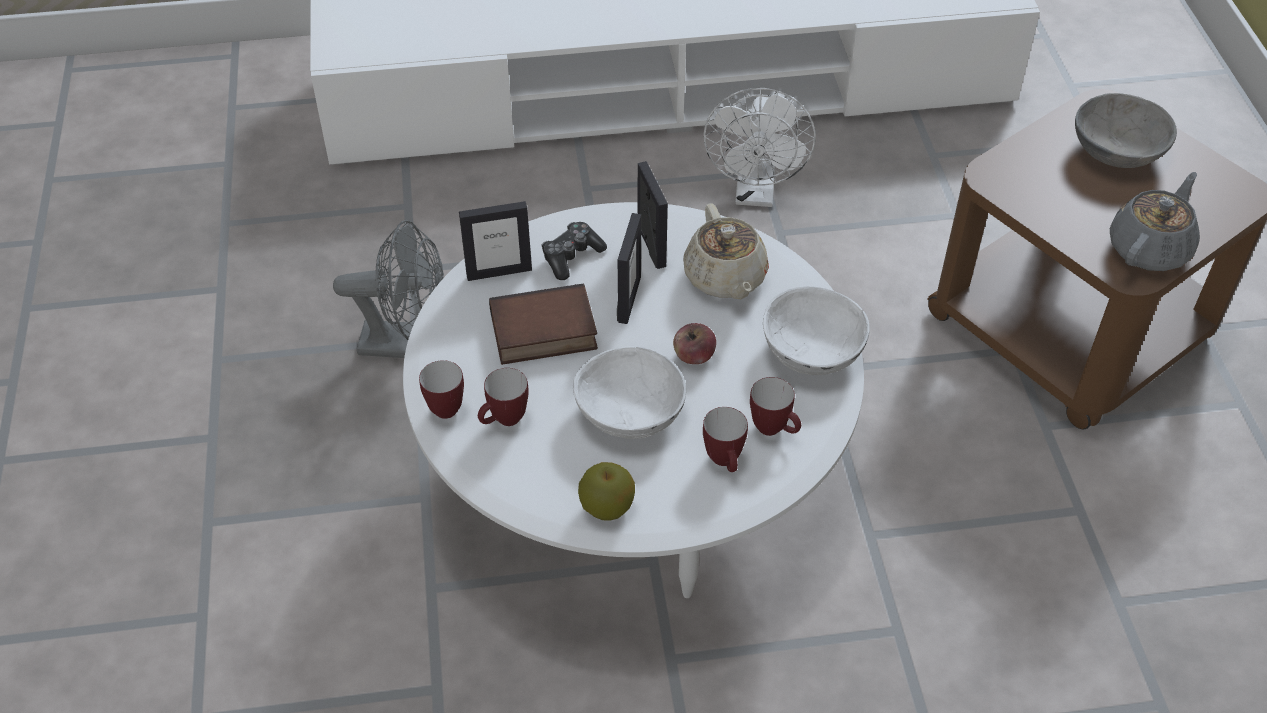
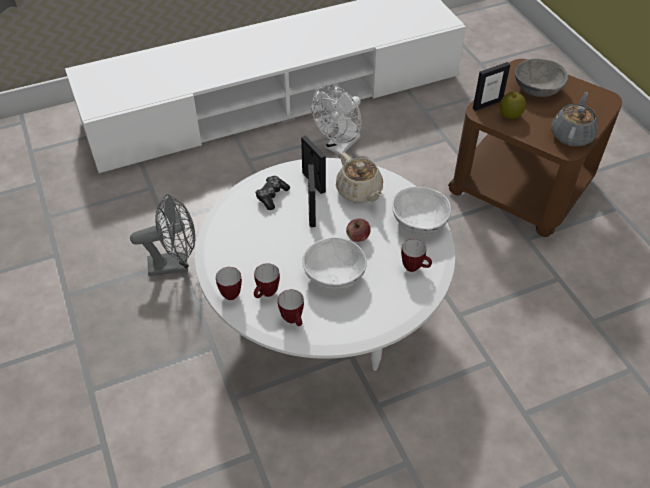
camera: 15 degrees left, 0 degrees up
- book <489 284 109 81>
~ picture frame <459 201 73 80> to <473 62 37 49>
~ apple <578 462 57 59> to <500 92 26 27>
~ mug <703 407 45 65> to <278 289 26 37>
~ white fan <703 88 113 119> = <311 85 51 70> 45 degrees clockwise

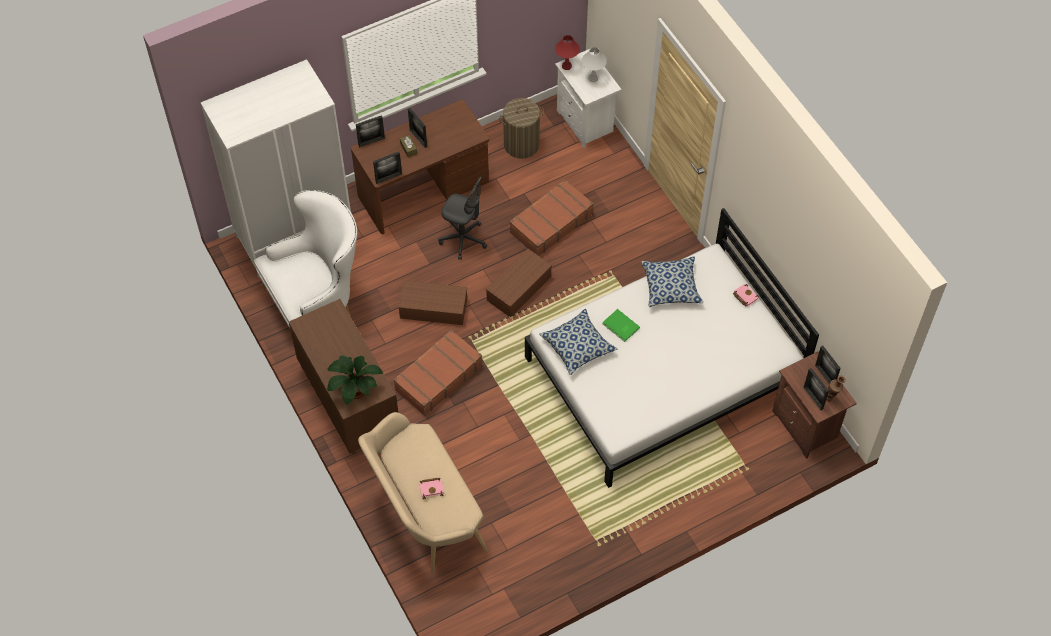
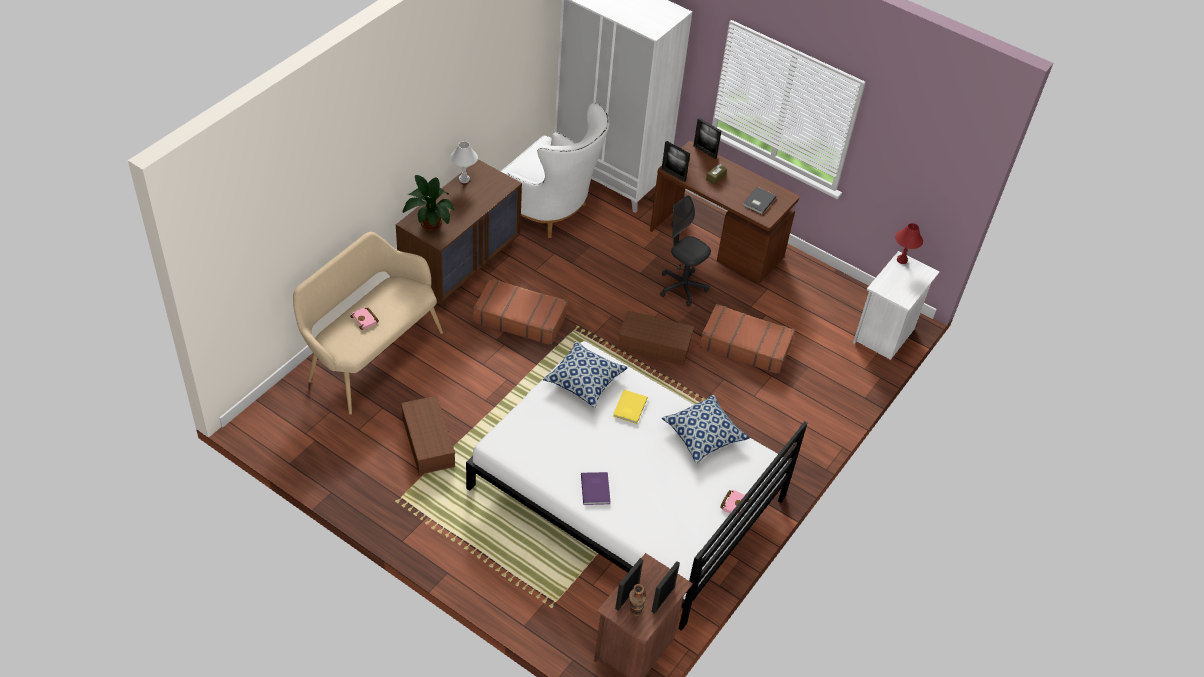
camera: 60 degrees right, 10 degrees down
- picture frame <408 108 19 40>
- laundry basket <499 98 45 61>
+ purple book <581 472 29 33>
+ grey book <742 187 35 27>
~ brown storage box <398 280 69 45> to <401 396 54 79>
~ white table lamp <582 47 25 35> to <450 141 28 42>
~ green book <602 309 38 33> to yellow book <613 390 35 34>
~ grey office chair <438 176 49 84> = <660 195 51 112> 135 degrees clockwise

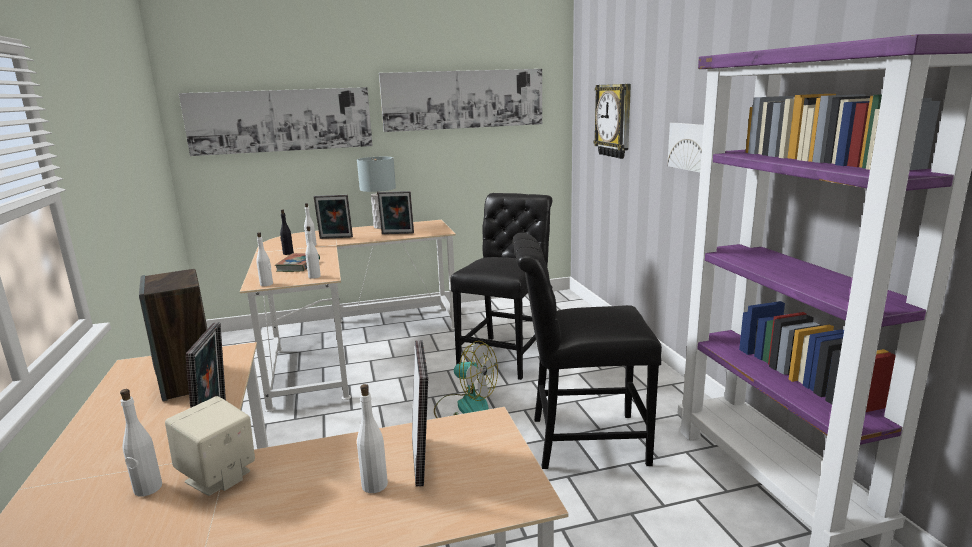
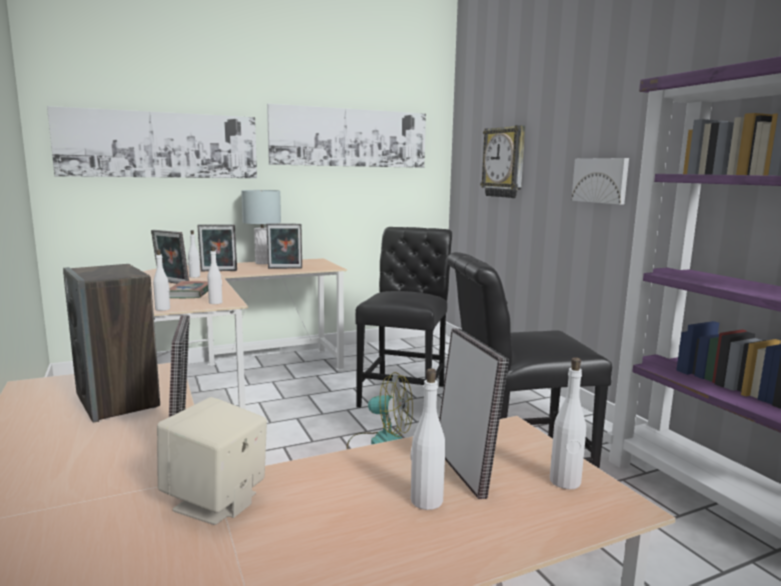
camera: 10 degrees left, 5 degrees down
~ white bottle <120 389 42 107> to <550 357 36 132>
~ black bottle <280 209 14 46> to picture frame <151 230 38 54>

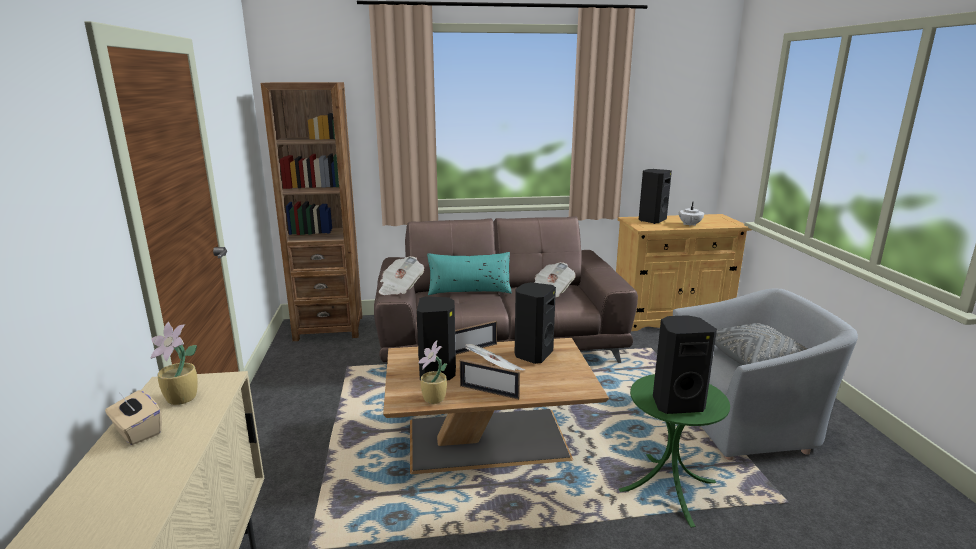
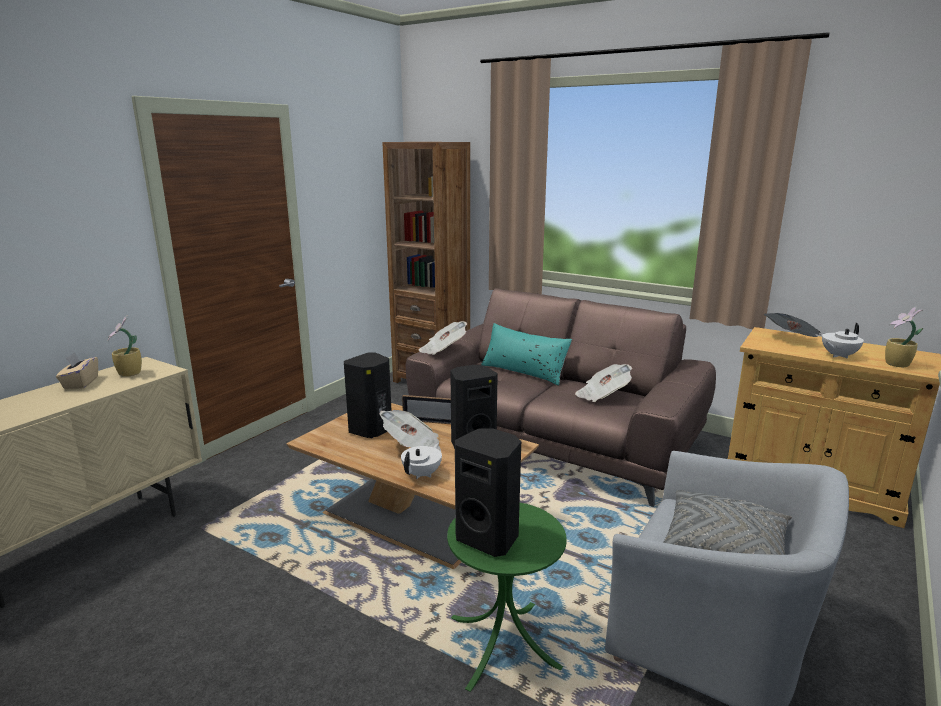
camera: 40 degrees right, 0 degrees up
- picture frame <460 359 60 41>
+ white teapot <401 443 41 36>
~ potted plant <418 340 29 64> to <885 307 38 60>
~ black speaker <639 169 33 55> to newspaper <763 313 58 24>

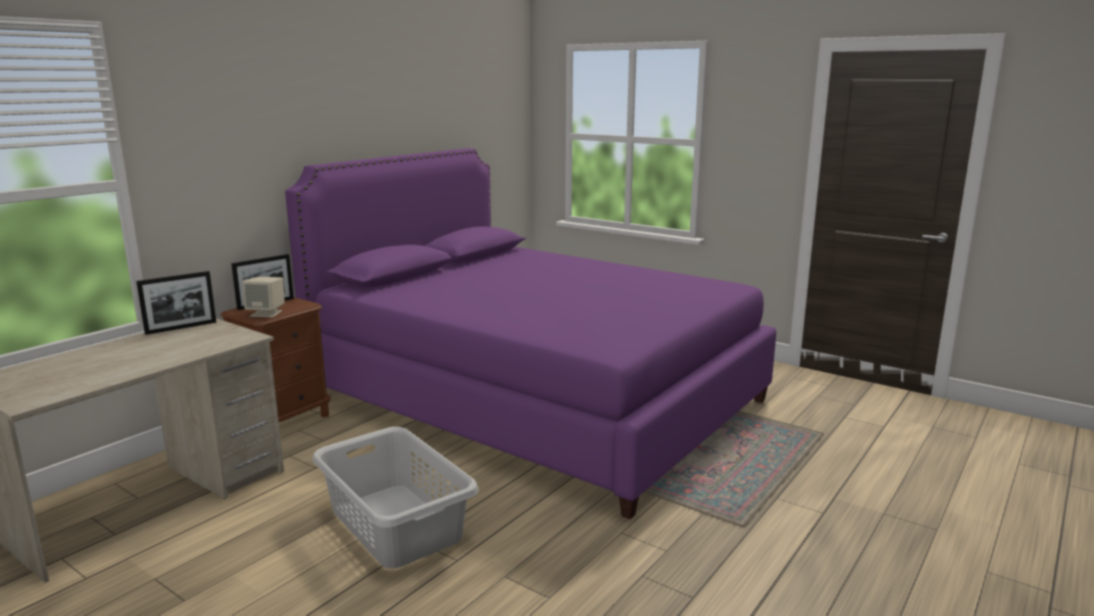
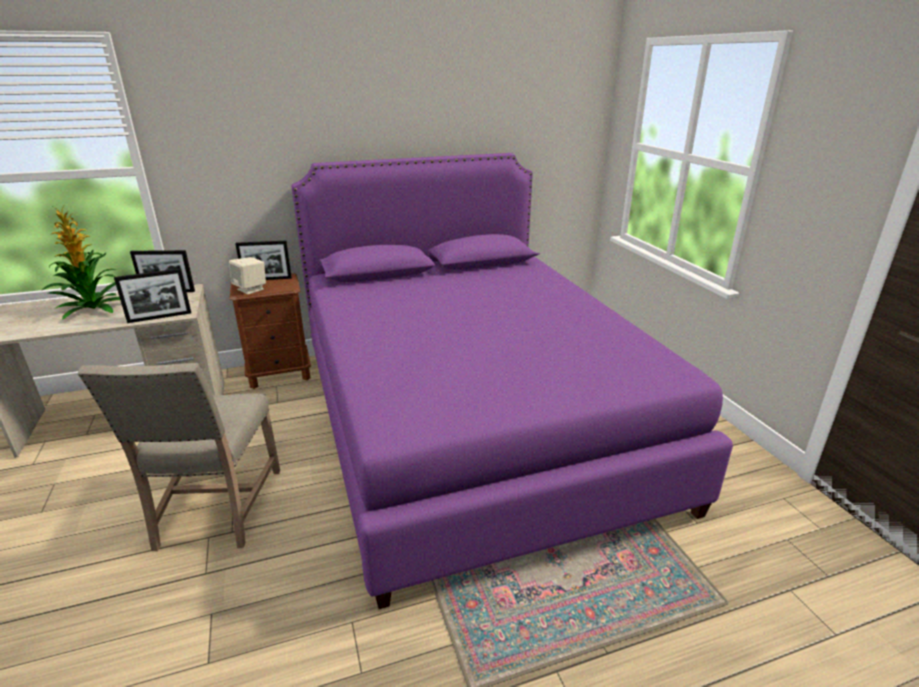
camera: 35 degrees right, 10 degrees up
+ potted plant <42 204 78 116>
+ picture frame <114 268 77 55>
~ grey laundry basket <312 427 167 142> to beige chair <78 363 202 188>

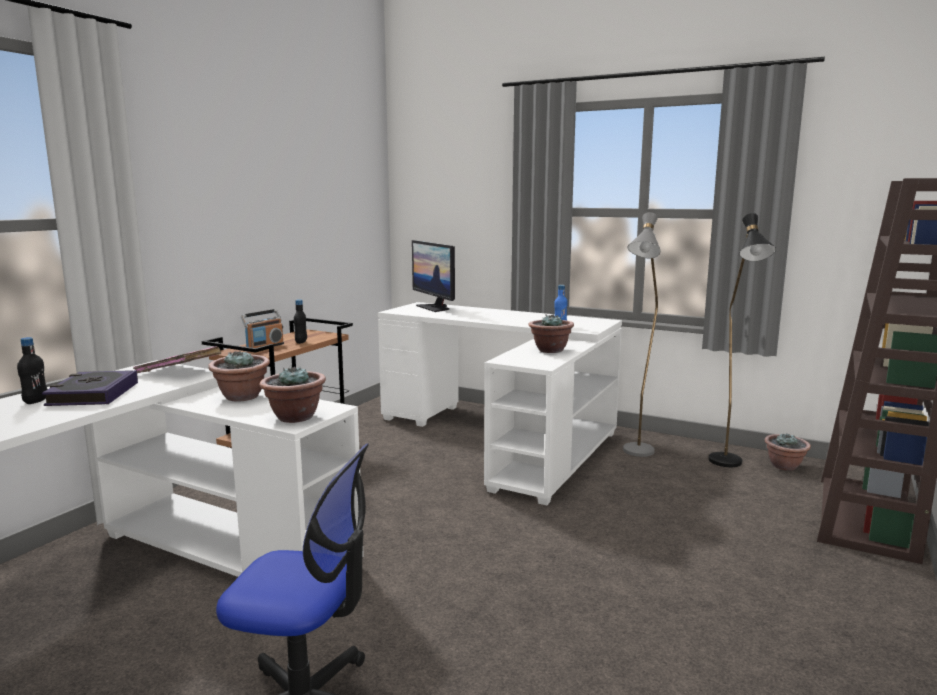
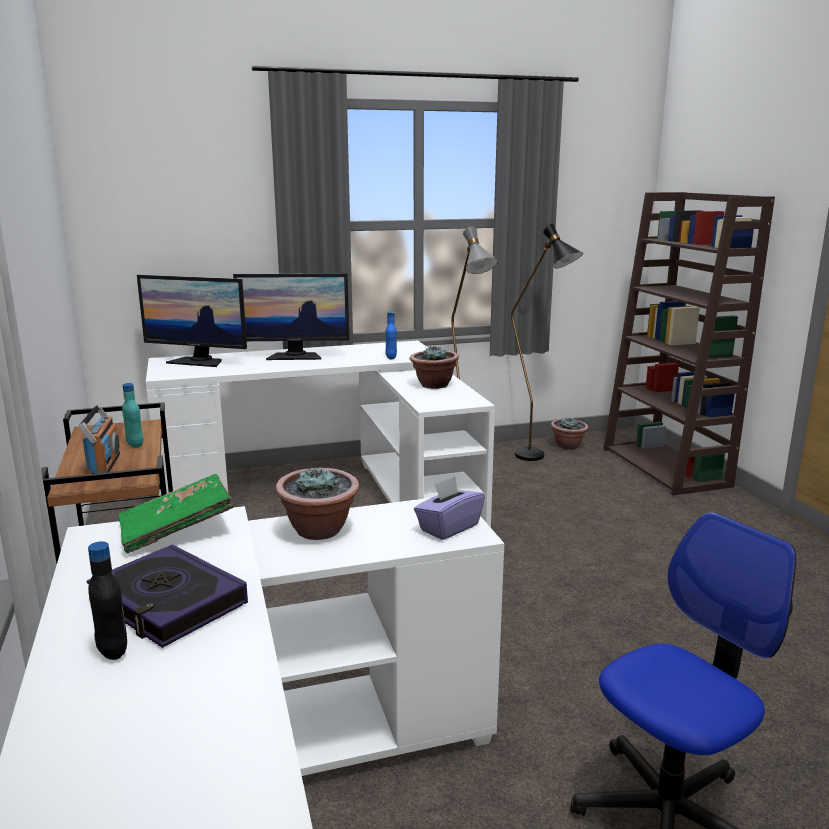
camera: 45 degrees left, 5 degrees up
+ monitor <233 273 116 87>
~ potted plant <259 365 67 58> to purple tissue box <414 477 71 63>
~ pink book <133 346 88 27> to green book <119 474 115 80>
~ black bottle <294 299 13 45> to turquoise bottle <122 383 21 65>

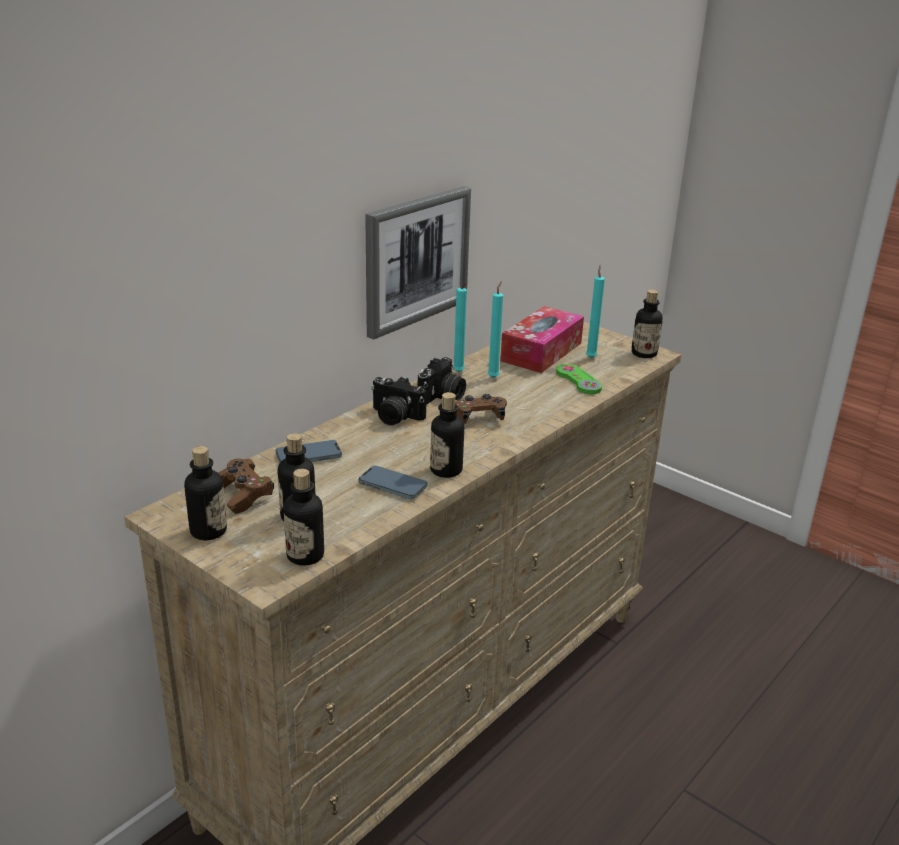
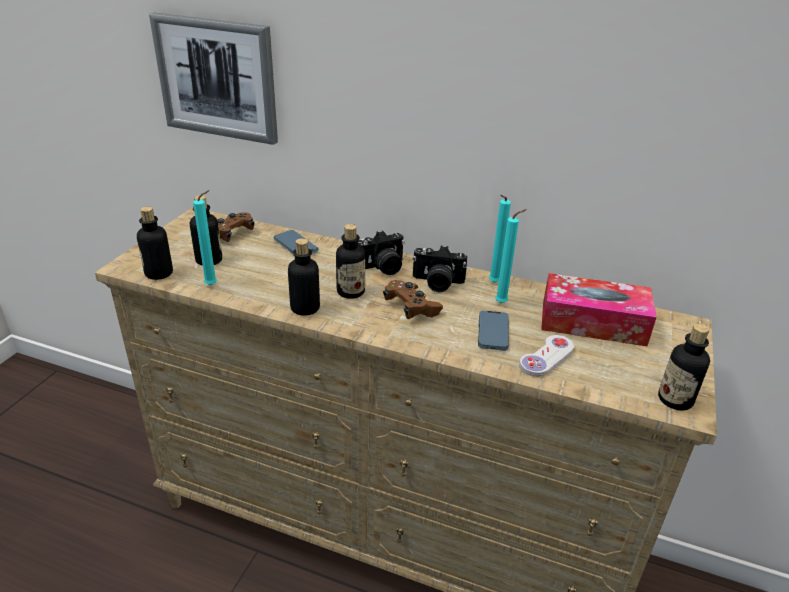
camera: 70 degrees right, 5 degrees up
~ bottle <184 446 43 94> to <336 224 29 75>
~ phone <358 466 70 33> to <478 311 31 40>
~ picture <365 186 106 154> to <149 13 129 132>
~ turquoise candle <586 265 19 93> to <193 190 24 95>
~ green game controller <556 364 46 30> to white game controller <519 335 55 42>
~ photo camera <371 377 56 48> = <358 231 47 44> 120 degrees counterclockwise

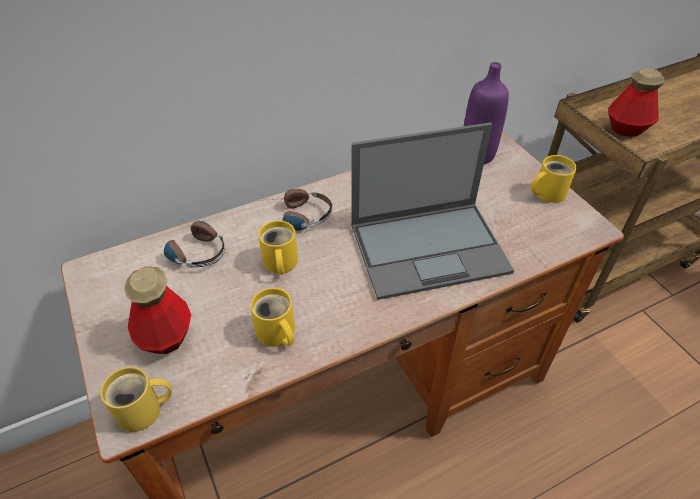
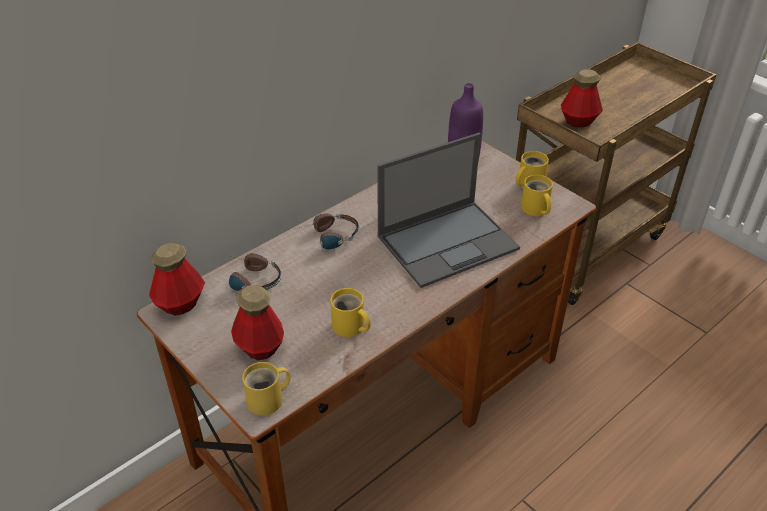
camera: 15 degrees left, 5 degrees down
+ bottle <149 243 56 73>
~ yellow mug <258 220 40 55> to <521 175 32 41>

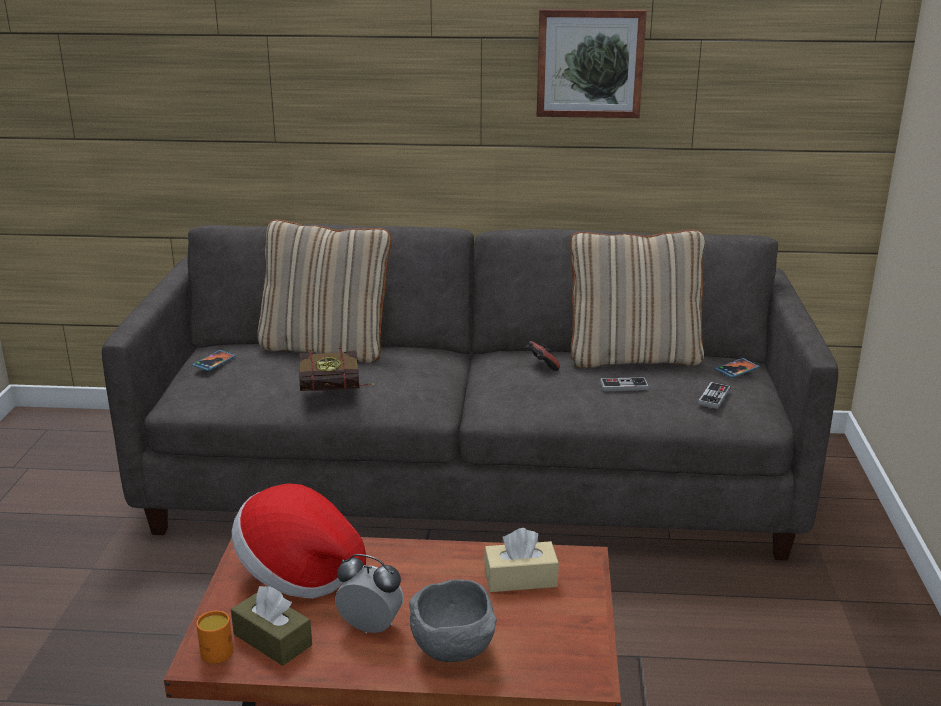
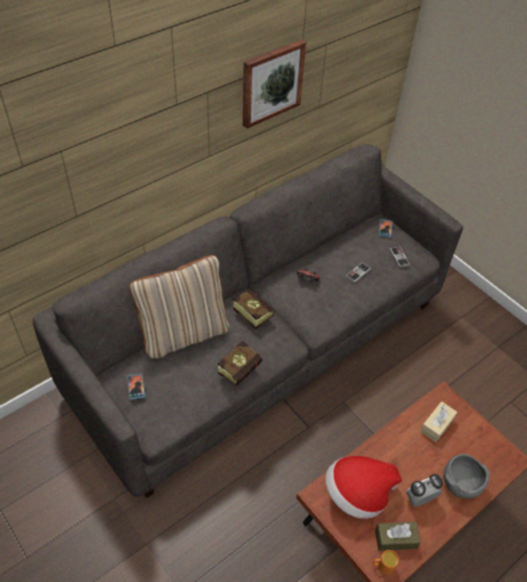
camera: 45 degrees left, 25 degrees up
- beige pillow <570 230 136 138>
+ book <231 290 44 40>

